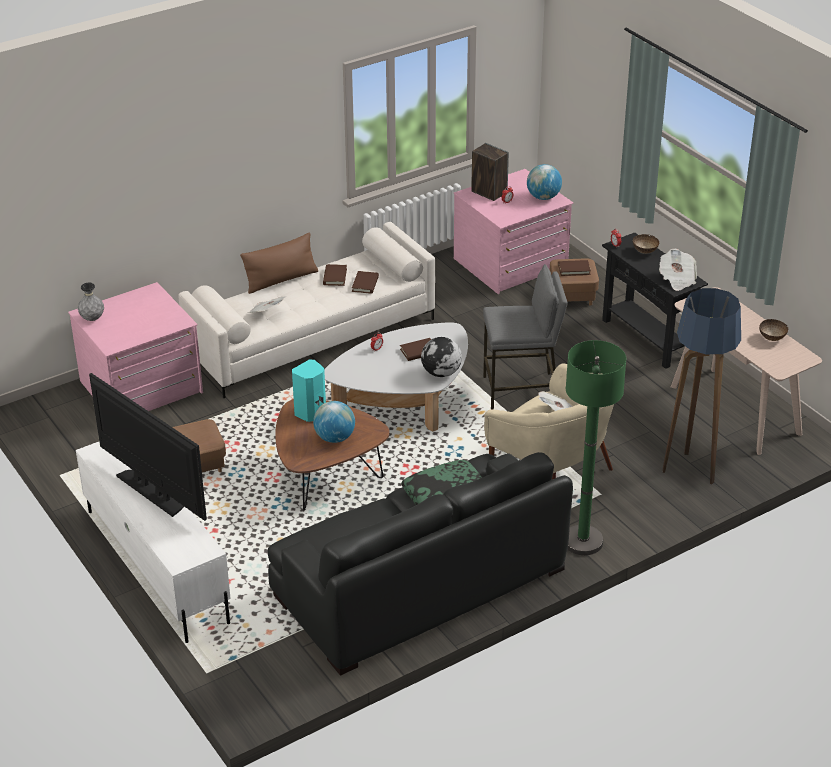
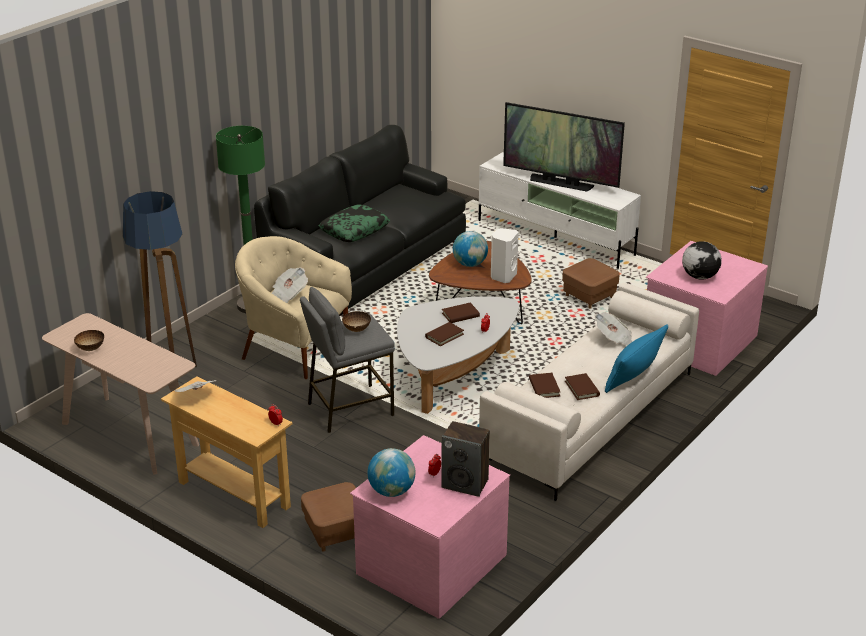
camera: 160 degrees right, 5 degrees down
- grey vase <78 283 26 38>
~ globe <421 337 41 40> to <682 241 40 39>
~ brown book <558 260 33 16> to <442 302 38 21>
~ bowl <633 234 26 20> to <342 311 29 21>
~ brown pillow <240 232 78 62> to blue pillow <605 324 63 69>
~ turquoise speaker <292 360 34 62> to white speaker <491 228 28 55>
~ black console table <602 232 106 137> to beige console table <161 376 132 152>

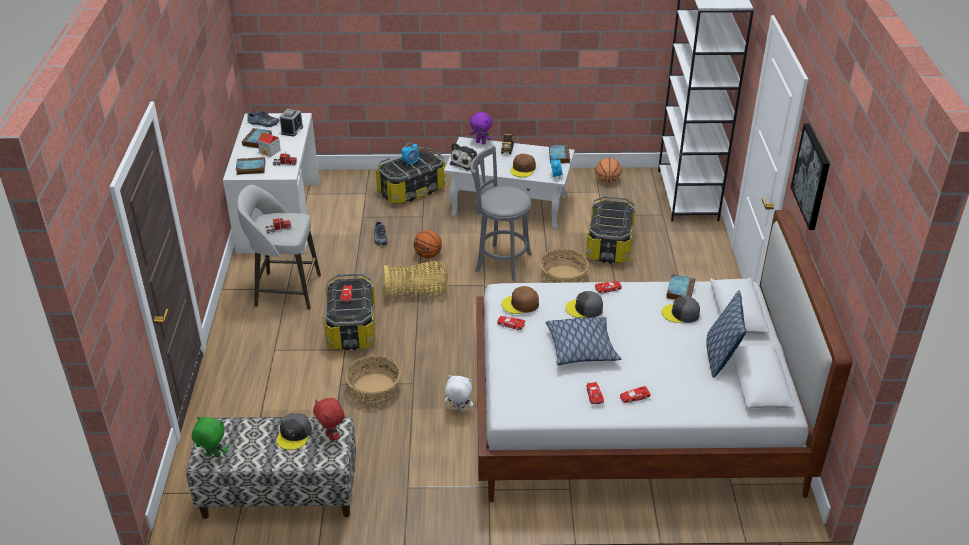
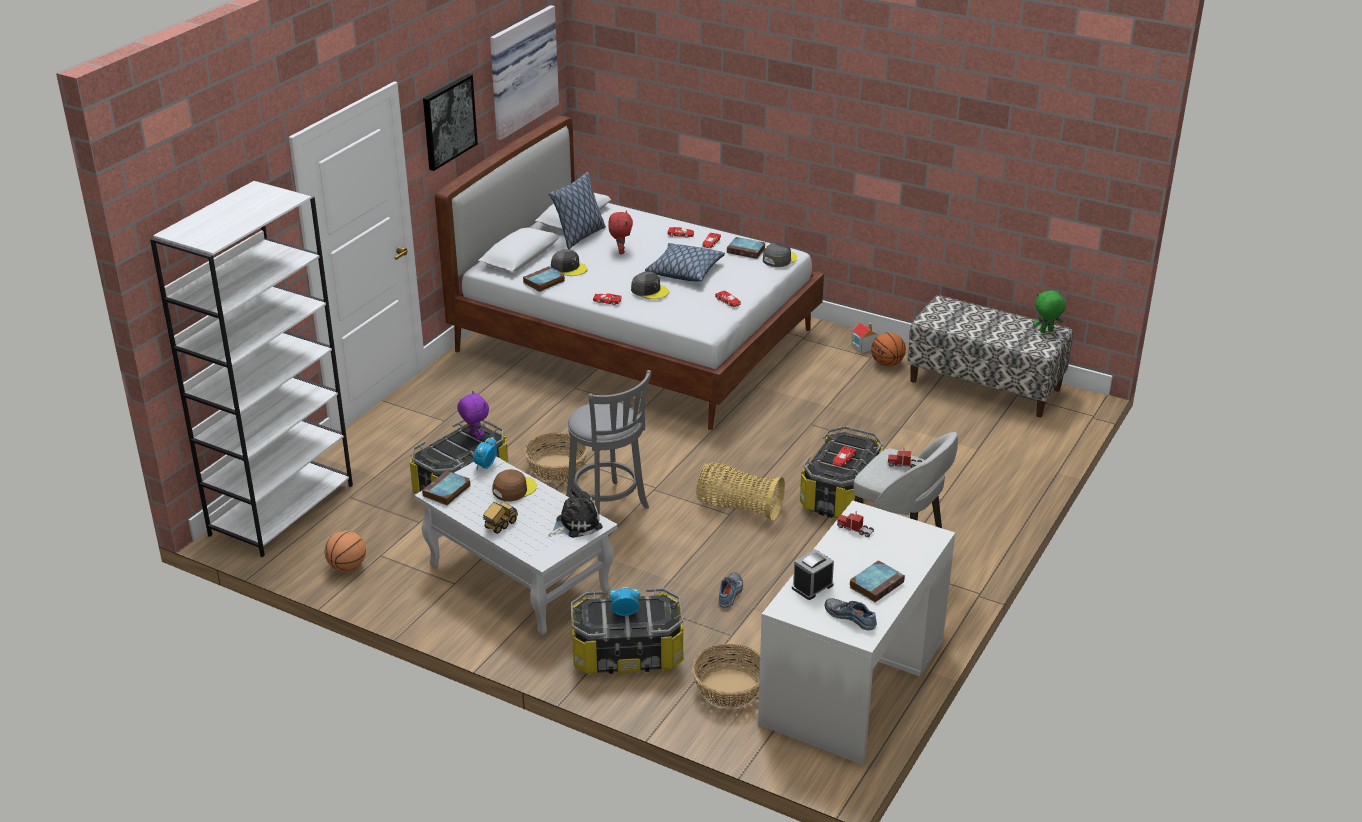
camera: 150 degrees left, 5 degrees down
- white plush toy <445 375 28 36>
- brown cap <502 286 37 28>
+ picture <490 5 69 135>
~ book <236 157 29 18> to <727 237 38 22>
~ toy house <258 132 23 25> to <851 323 26 30>
~ grey cap <277 413 35 37> to <763 242 34 25>
~ red plush toy <313 398 32 43> to <609 210 24 44>
~ basket <345 355 56 47> to <692 643 68 65>
~ basketball <414 230 28 29> to <871 332 35 35>
~ purple plush toy <470 112 22 33> to <457 391 32 49>
~ green plush toy <192 416 36 42> = <1033 290 33 43> 120 degrees clockwise

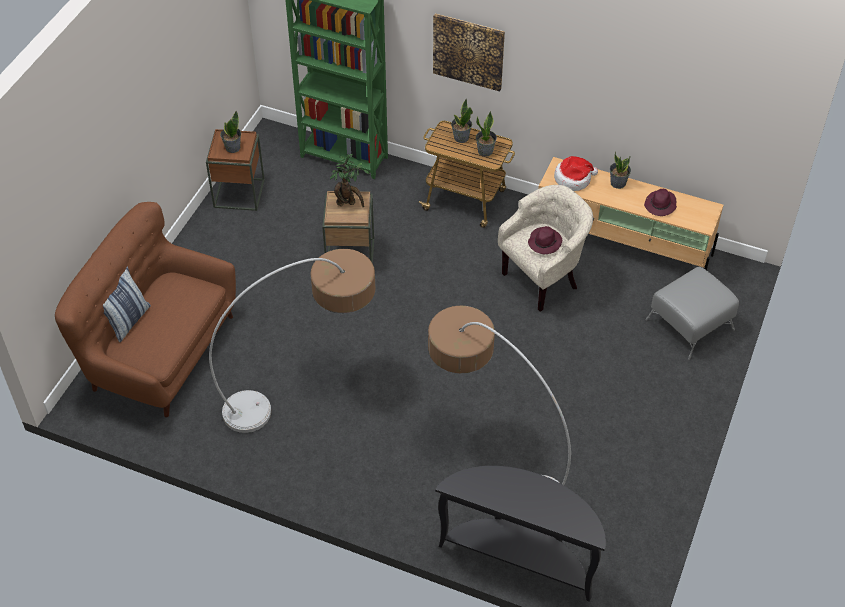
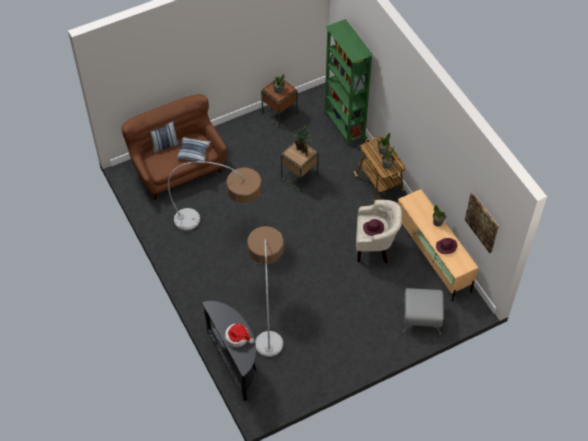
camera: 40 degrees right, 5 degrees up
+ pillow <176 137 35 24>
~ picture <433 13 72 78> to <465 192 34 61>
~ hat <554 156 44 35> to <225 324 29 23>

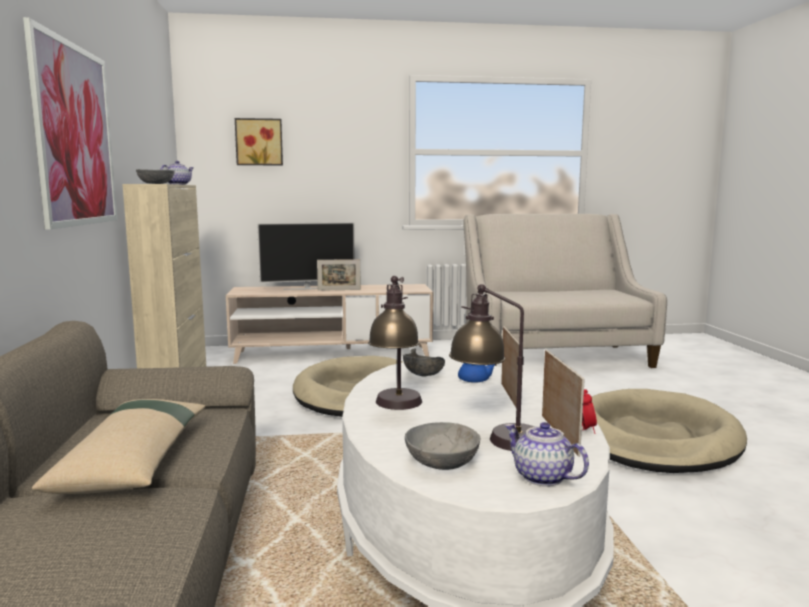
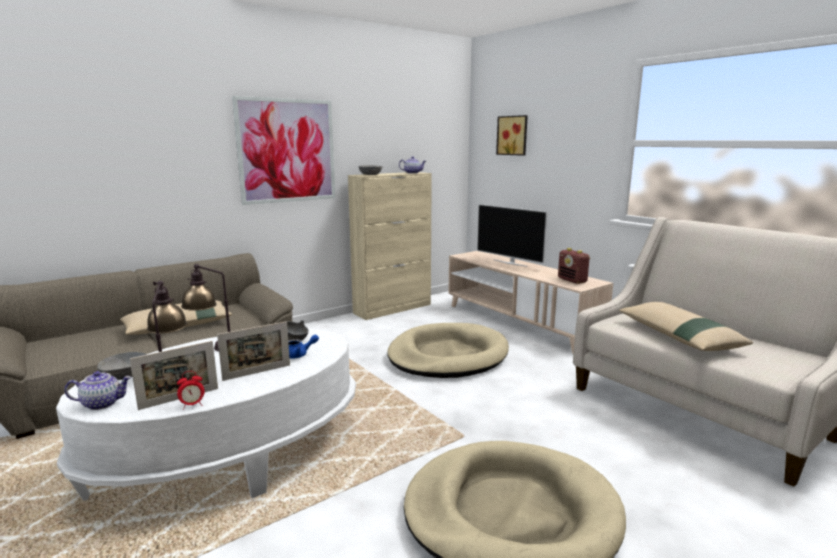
camera: 60 degrees right, 5 degrees up
- picture frame <317 259 44 32>
+ radio <558 248 32 36>
+ beige pillow <619 302 134 49>
~ teapot <505 422 84 64> = <64 371 67 39> 60 degrees clockwise

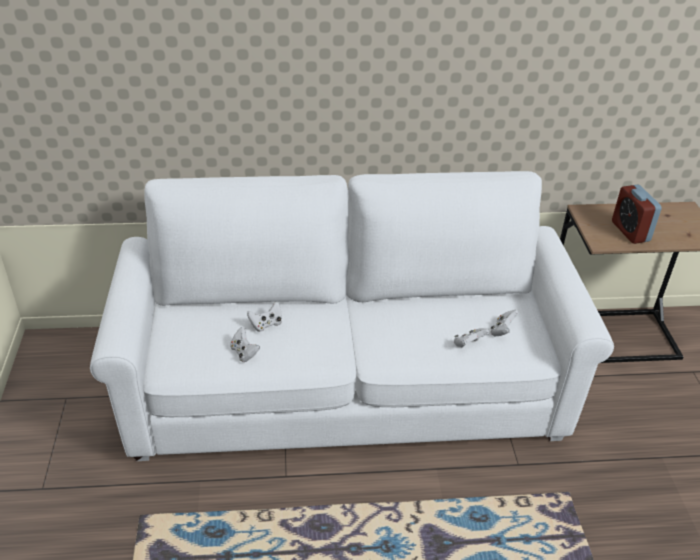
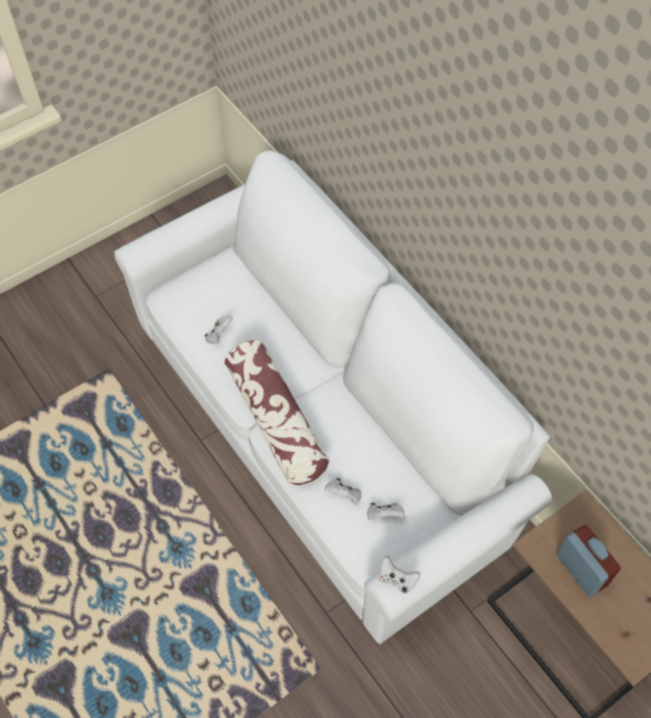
camera: 60 degrees right, 20 degrees up
+ pillow <225 340 104 145>
~ white game controller <247 302 35 30> to <379 556 41 38>
~ alarm clock <612 184 49 60> = <557 525 64 72> 105 degrees clockwise

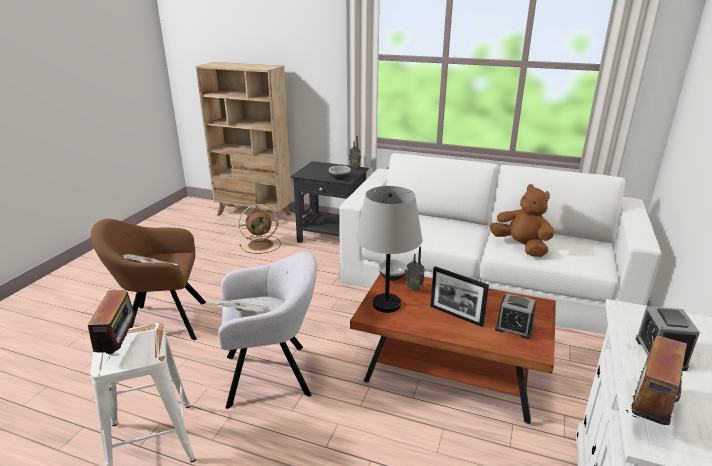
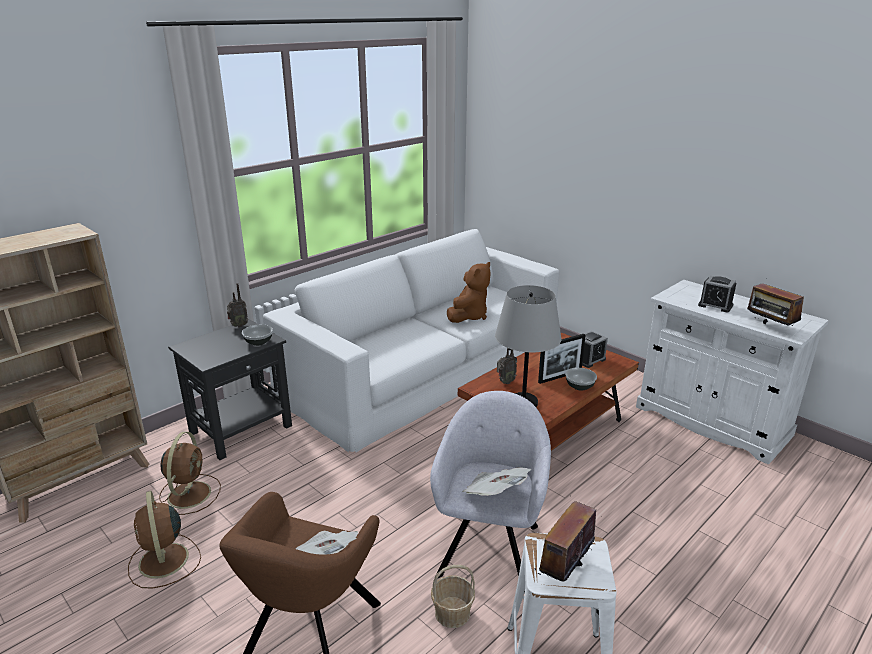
camera: 65 degrees left, 0 degrees up
+ brown fan <128 491 73 98>
+ basket <431 565 44 63>
~ bowl <378 259 29 22> to <565 368 32 23>
~ radio <88 290 51 68> = <534 495 62 86> 75 degrees counterclockwise
~ brown plush toy <490 184 64 73> = <447 262 44 61> 135 degrees clockwise

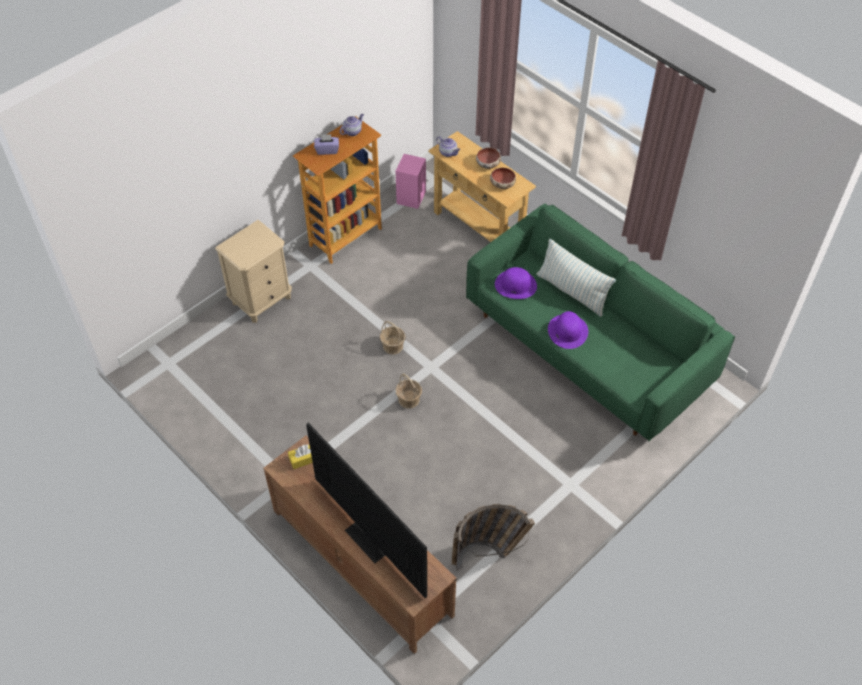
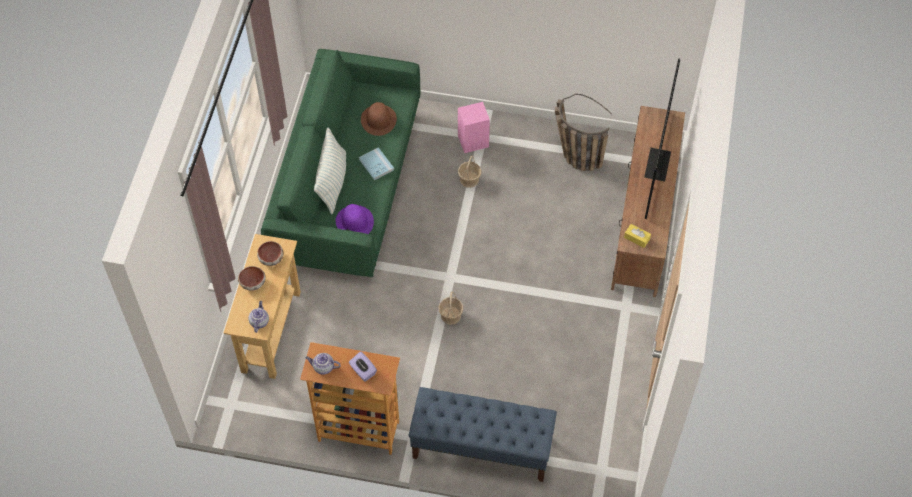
camera: 125 degrees left, 5 degrees up
+ brown hat <361 102 36 34>
~ pink speaker <396 154 30 55> to <458 102 32 51>
~ basket <396 373 26 36> to <458 155 24 33>
~ beige nightstand <215 220 77 103> to blue bench <409 387 148 95>
~ purple hat <548 311 40 38> to blue book <359 147 35 33>

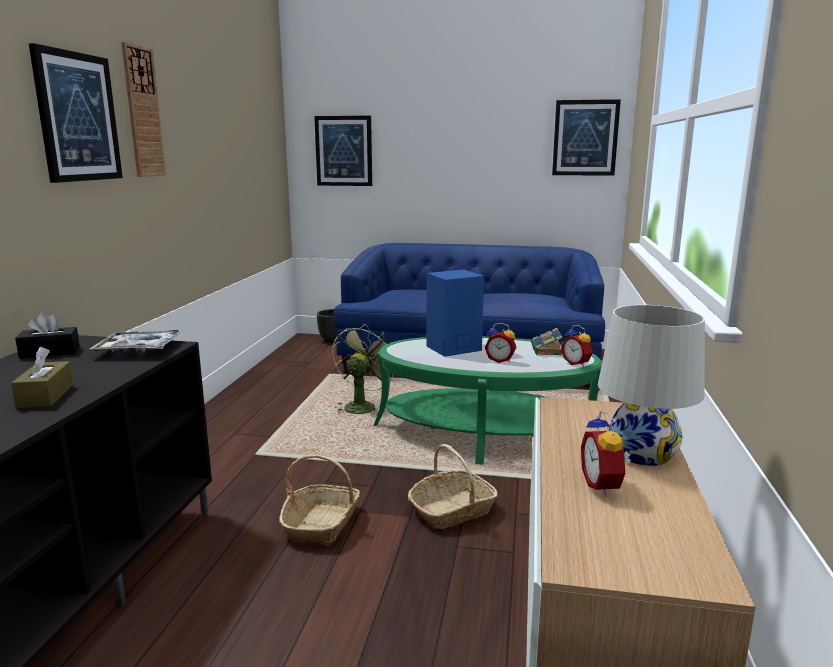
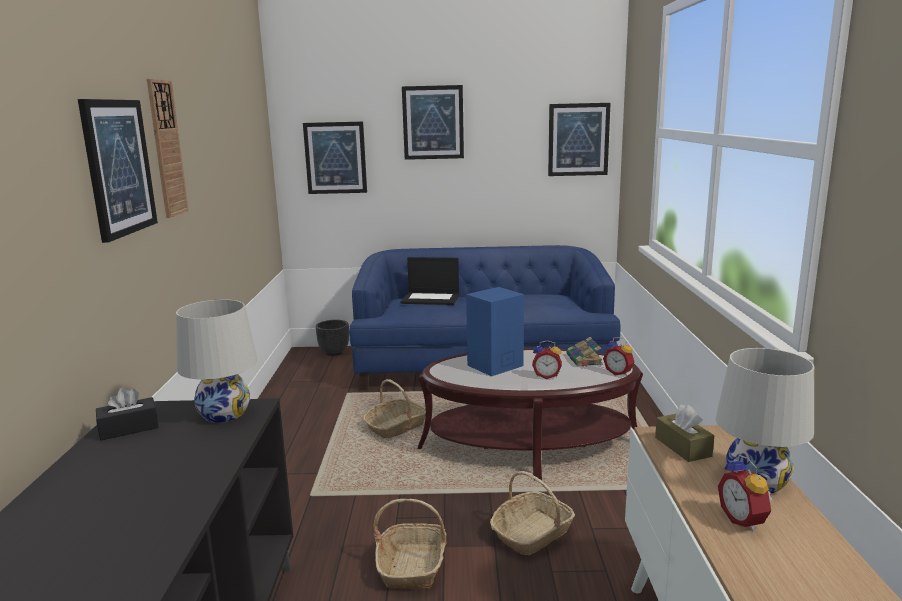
camera: 10 degrees left, 0 degrees up
+ laptop <400 257 59 48>
+ picture <402 85 62 75>
~ brown tissue box <11 347 62 61> to <655 404 59 58>
~ tray <90 330 93 23> to white table lamp <176 300 82 123>
~ green fan <332 325 62 89> to basket <363 379 63 59>
~ green coffee table <373 336 229 129> to brown coffee table <418 348 225 132>

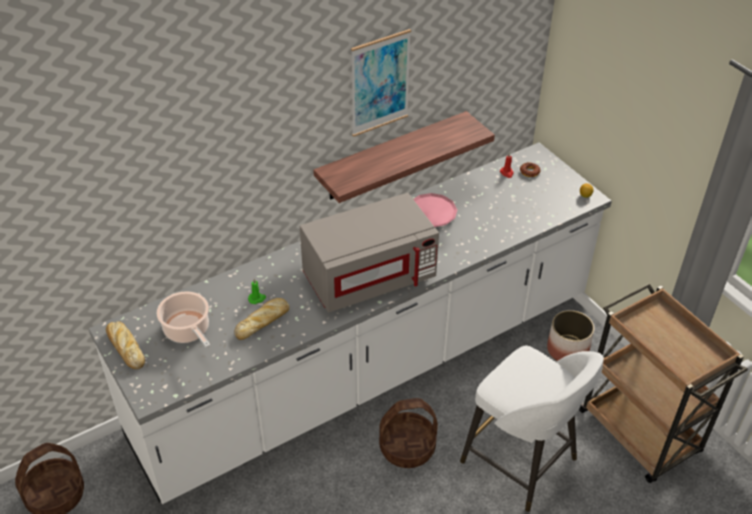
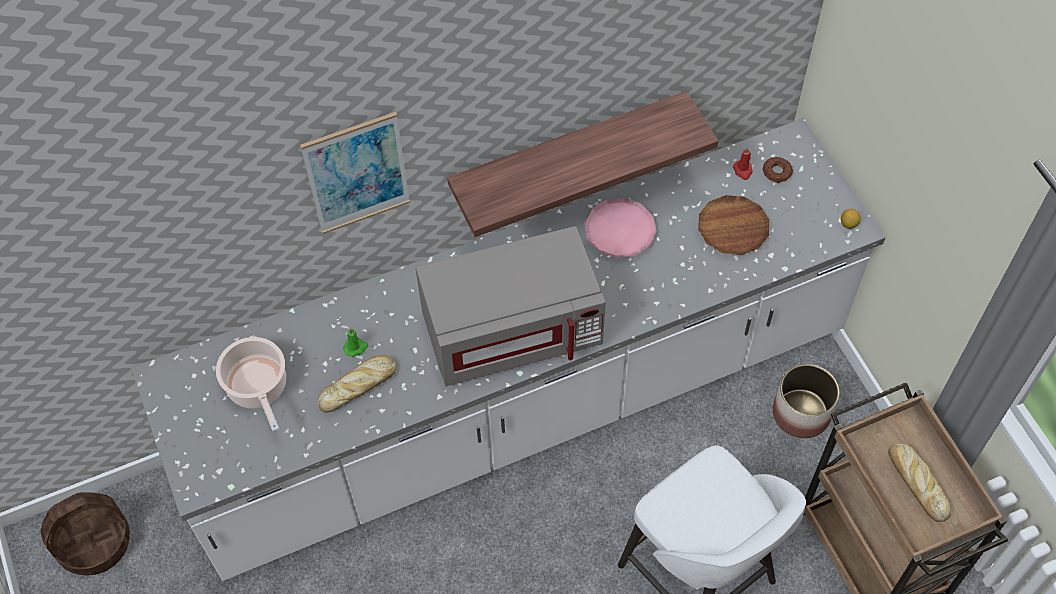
camera: 10 degrees right, 15 degrees up
- basket <379 398 59 70>
+ brown plate <698 195 71 60>
~ bread <106 321 39 48> to <888 444 63 78>
~ picture <351 29 60 108> to <300 112 110 122>

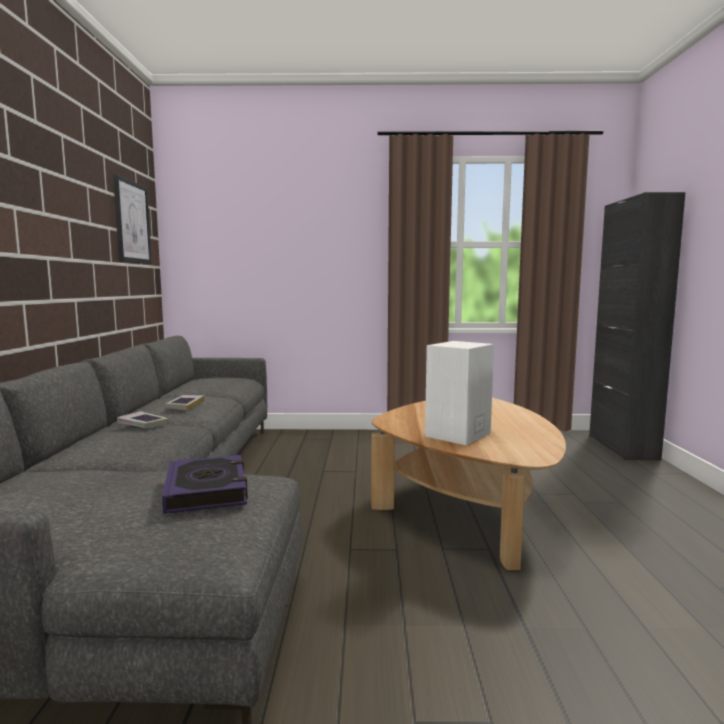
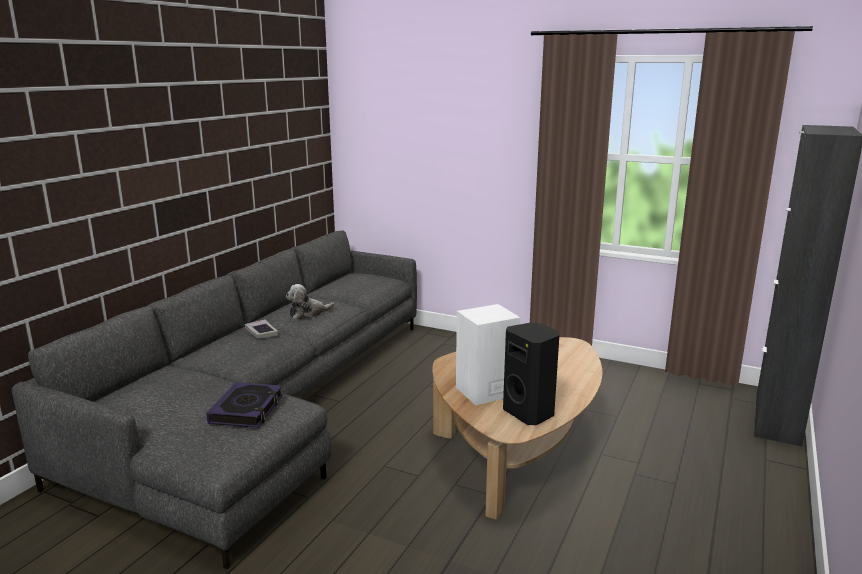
camera: 25 degrees right, 10 degrees up
- picture <113 174 39 90>
+ black speaker <503 322 56 103>
~ book <165 395 39 15> to plush toy <286 284 49 35>

